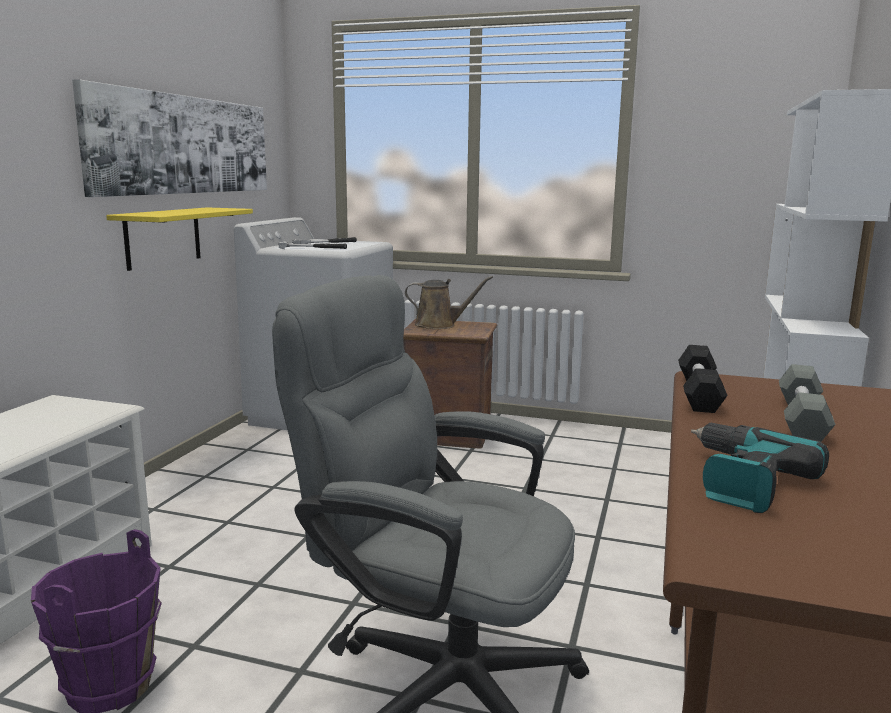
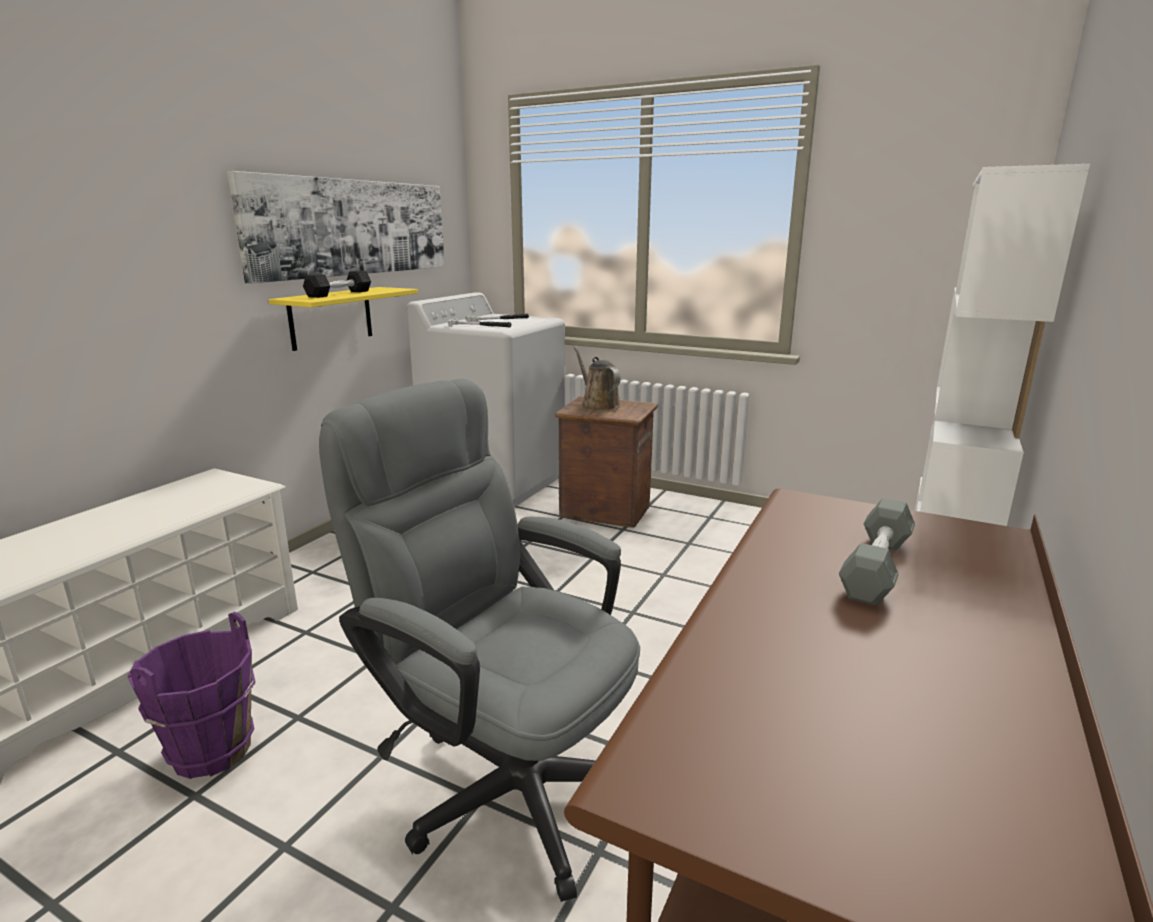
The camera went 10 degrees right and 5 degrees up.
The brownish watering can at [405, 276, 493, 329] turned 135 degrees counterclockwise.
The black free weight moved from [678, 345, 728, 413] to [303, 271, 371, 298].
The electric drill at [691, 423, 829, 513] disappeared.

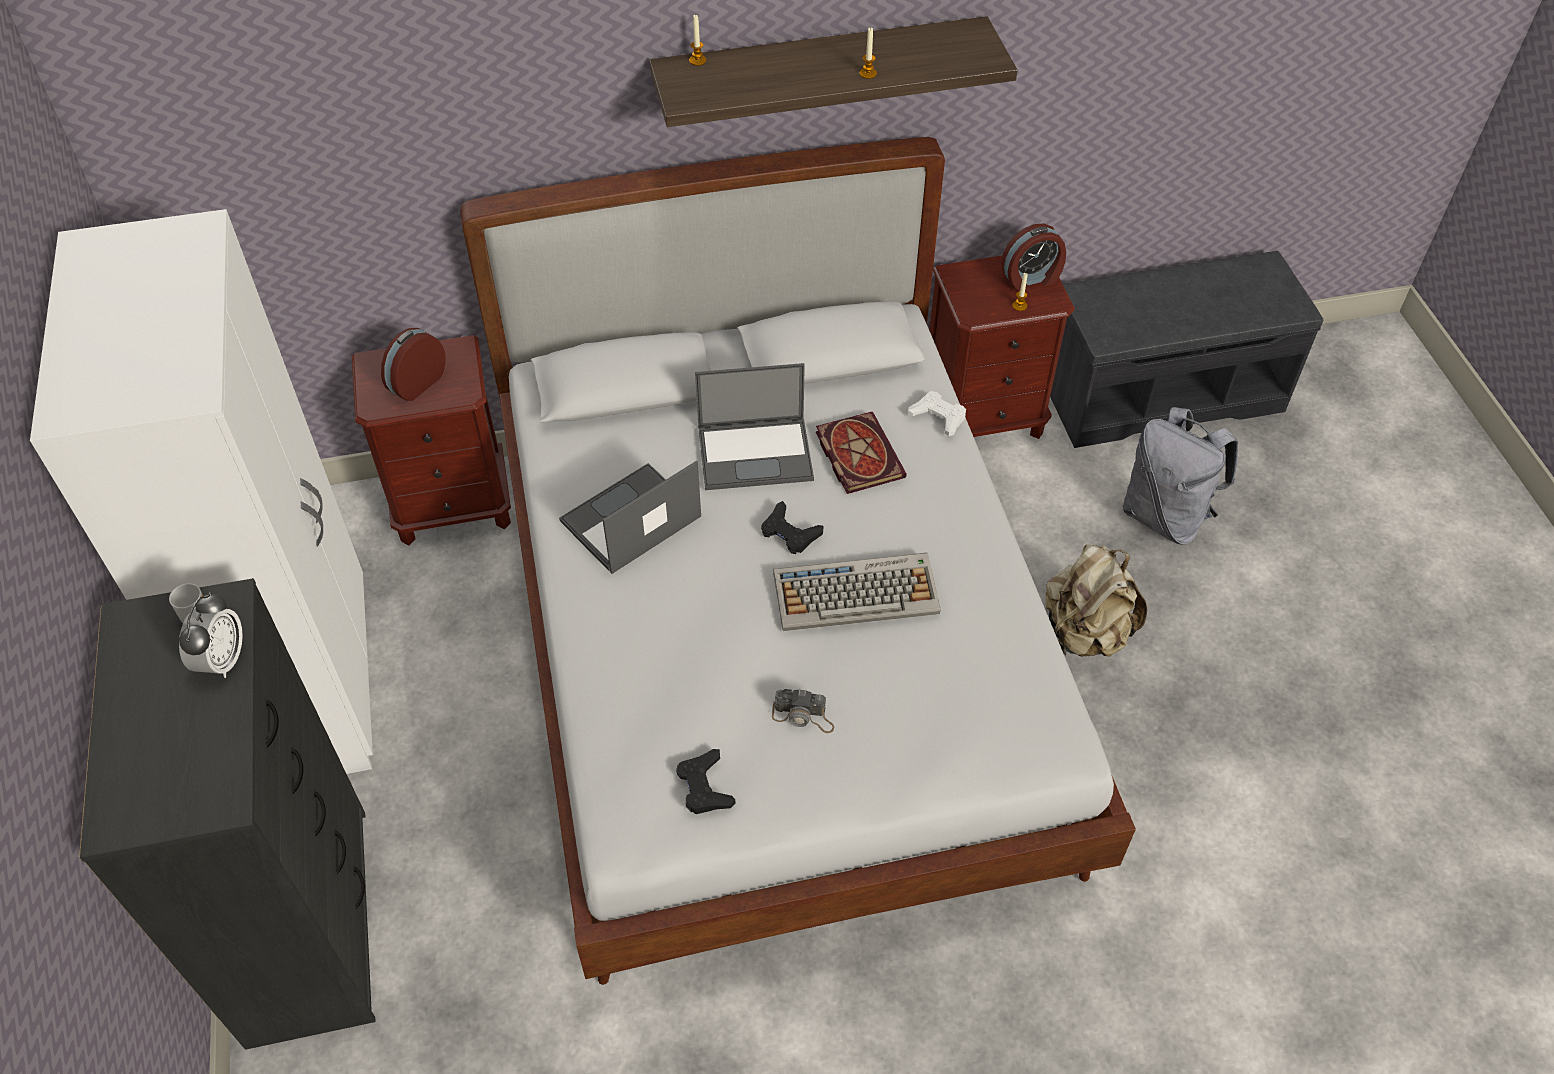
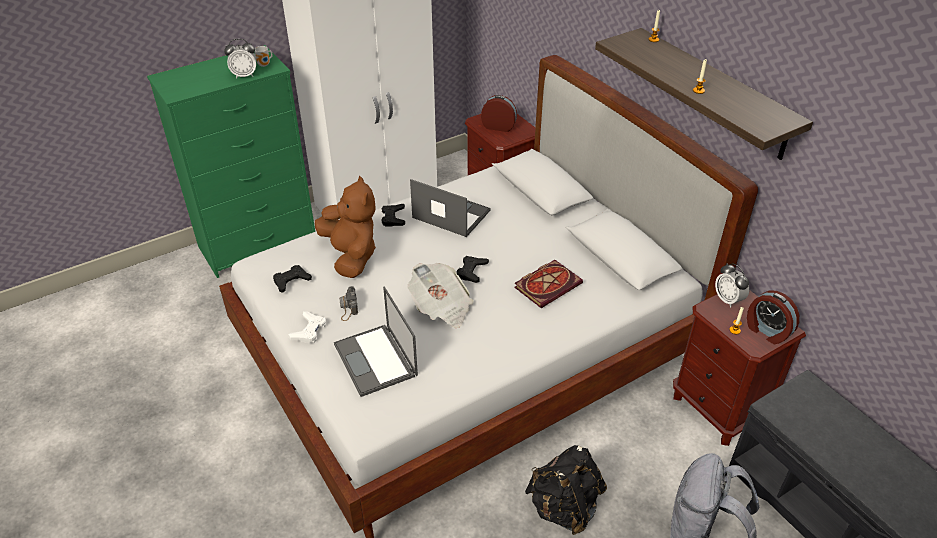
The camera went 70 degrees right and 10 degrees down.
The black chest of drawers at [79, 578, 376, 1050] became the green chest of drawers at [147, 45, 315, 278].
The notebook computer moved from [695, 363, 814, 490] to [334, 287, 418, 397].
The keyboard at [774, 552, 940, 631] was replaced by the printed paper at [408, 263, 474, 328].
The whitish joypad moved from [908, 391, 966, 436] to [288, 311, 326, 343].
The beige rucksack at [1046, 544, 1147, 657] became the black rucksack at [525, 445, 607, 535].
The brownish plush toy at [315, 176, 376, 278] appeared.
The black joypad at [381, 204, 405, 227] appeared.
The bedside clock at [715, 263, 749, 308] appeared.

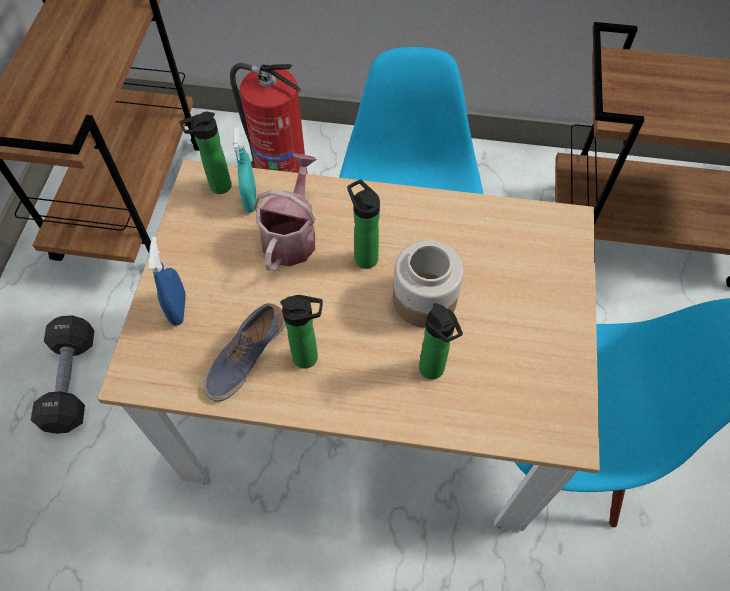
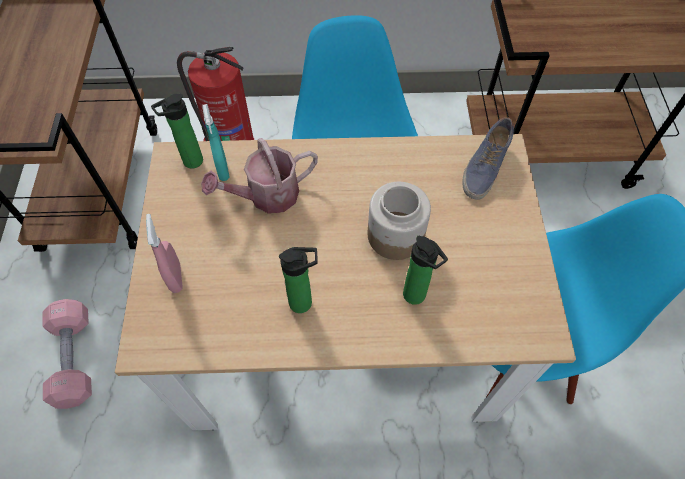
The camera went 10 degrees left and 0 degrees up.
The black free weight at [31, 315, 94, 434] became the pinkish free weight at [43, 299, 92, 409].
The bluish spray bottle at [148, 236, 186, 326] became the pinkish spray bottle at [146, 214, 183, 293].
The shoe moved from [204, 303, 285, 402] to [462, 117, 514, 200].
The watering can at [253, 154, 317, 271] turned 120 degrees counterclockwise.
The bottle at [347, 179, 380, 269] disappeared.

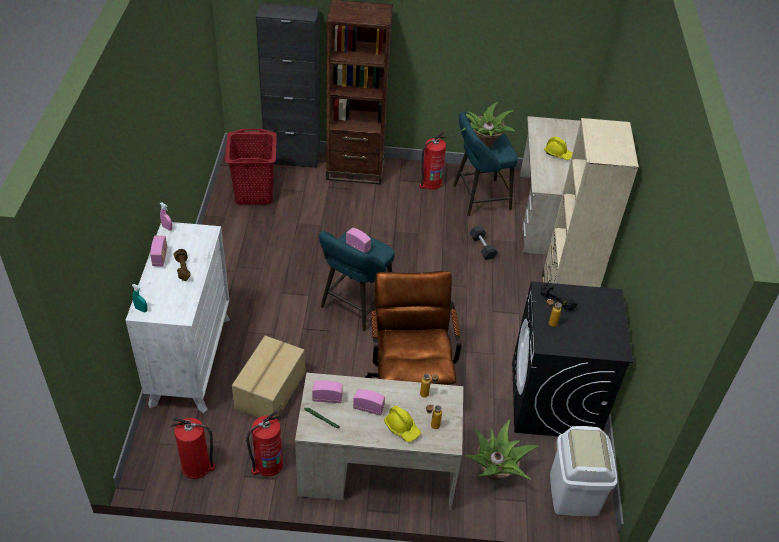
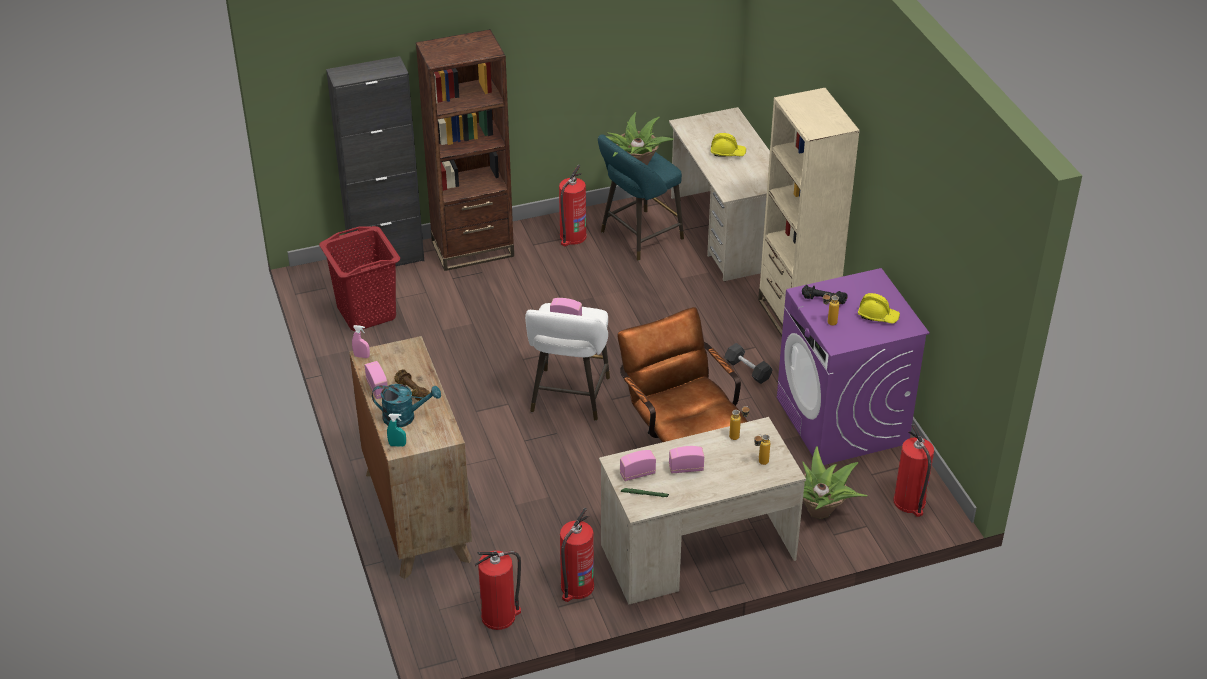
The camera went 20 degrees left and 5 degrees down.
The whitish chest of drawers at [125, 222, 230, 413] became the brownish chest of drawers at [349, 336, 472, 579].
The cardboard box at [232, 335, 305, 418] disappeared.
The turquoise stool at [319, 230, 395, 331] became the whitish stool at [525, 303, 610, 421].
The yellow-coloured safety helmet moved from [384, 405, 421, 442] to [858, 293, 900, 324].
The black free weight moved from [469, 225, 498, 260] to [725, 343, 773, 384].
The black laundry machine at [512, 281, 633, 436] became the purplish laundry machine at [777, 268, 930, 465].
The whitish rubbish bin at [550, 426, 617, 516] was replaced by the fire-fighting cylinder at [894, 423, 934, 517].
The turquoise watering can at [372, 384, 441, 428] appeared.

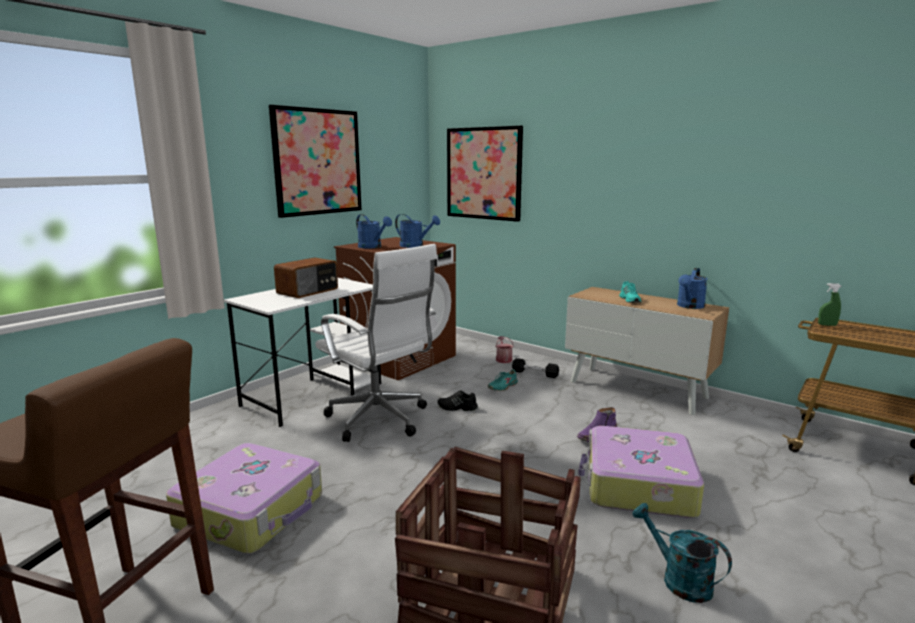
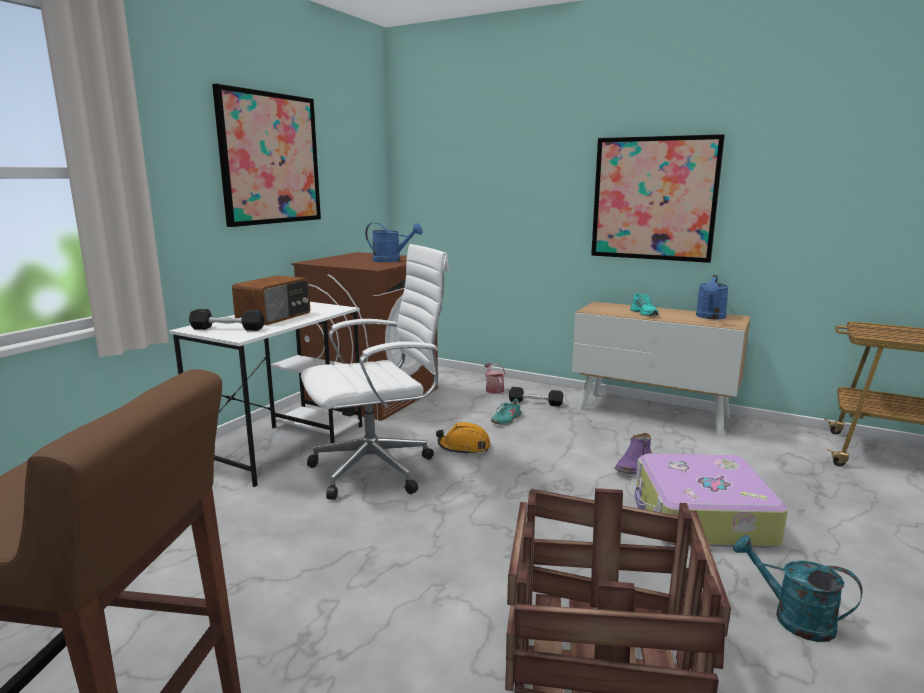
The camera went 10 degrees left and 0 degrees up.
The travel case at [166, 443, 322, 554] disappeared.
The whitish desk chair at [315, 244, 437, 442] turned 60 degrees counterclockwise.
The bluish watering can at [356, 214, 392, 249] disappeared.
The black shoe at [437, 391, 478, 411] was replaced by the orangey safety helmet at [436, 422, 491, 455].
The picture moved from [447, 126, 523, 222] to [591, 134, 725, 263].
The green spray bottle at [818, 283, 841, 326] disappeared.
The black free weight at [189, 309, 264, 331] appeared.

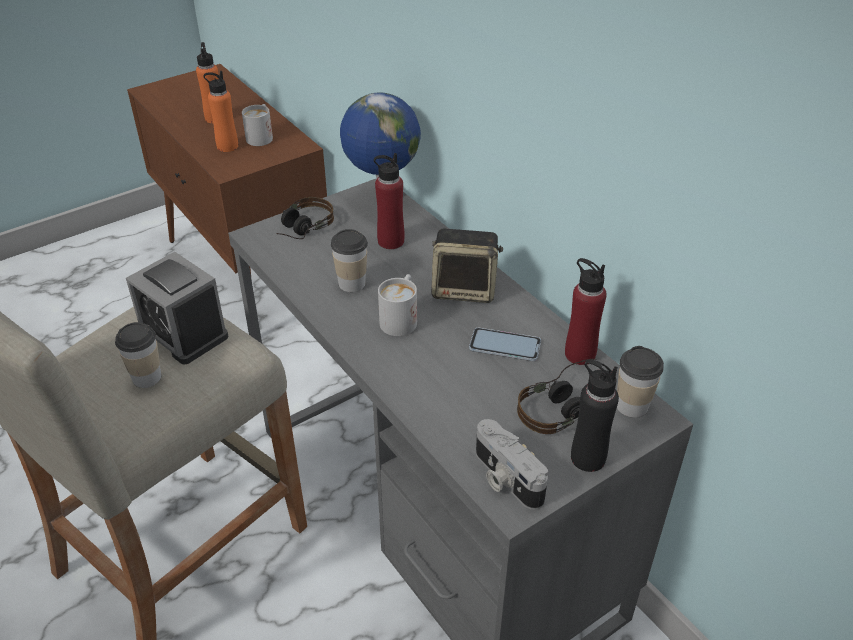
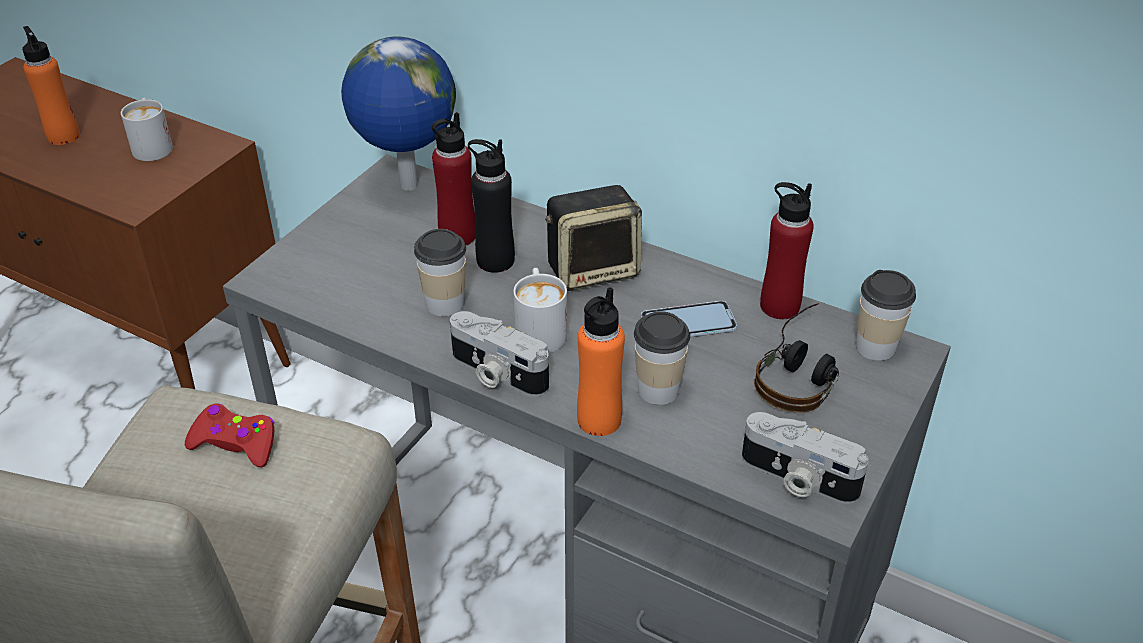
The camera went 25 degrees left and 0 degrees up.
The cup moved from [115, 322, 161, 388] to [634, 311, 690, 405].
The bedside clock at [126, 252, 229, 364] was replaced by the reddish joypad at [185, 403, 275, 468].
The orangey bottle moved from [203, 71, 238, 152] to [577, 287, 625, 436].
The headphones at [276, 197, 334, 239] disappeared.
The black bottle moved from [571, 360, 619, 472] to [468, 139, 515, 273].
The photo camera at [450, 311, 549, 397] appeared.

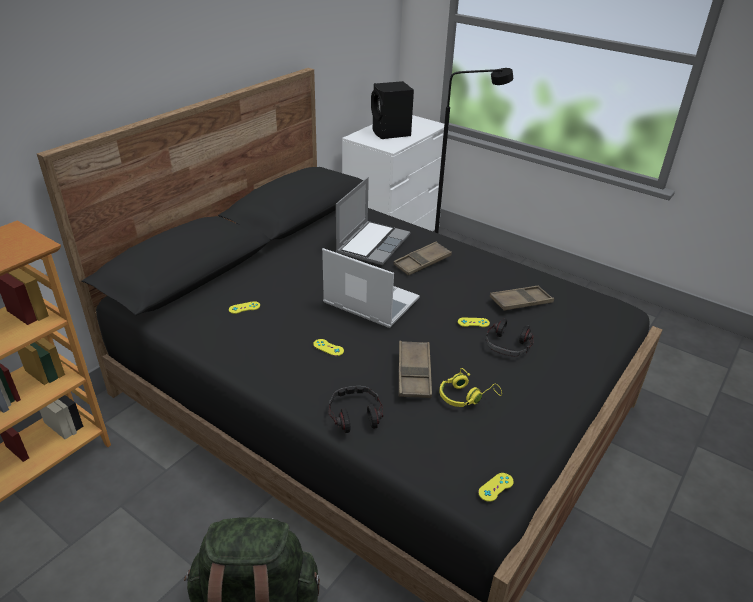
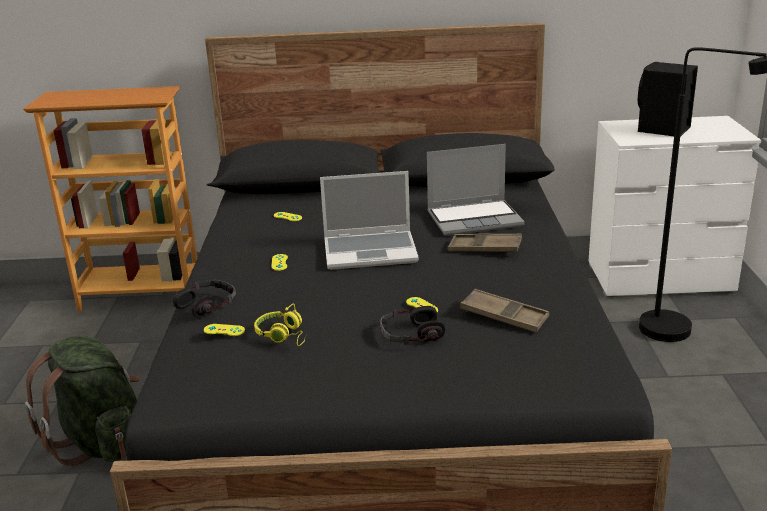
The camera went 55 degrees right and 10 degrees down.
The notebook computer at [322, 248, 420, 328] turned 90 degrees clockwise.
The brownish carrying tray at [399, 341, 432, 398] disappeared.
The yellow-coloured joypad moved from [478, 473, 514, 502] to [204, 324, 245, 336].

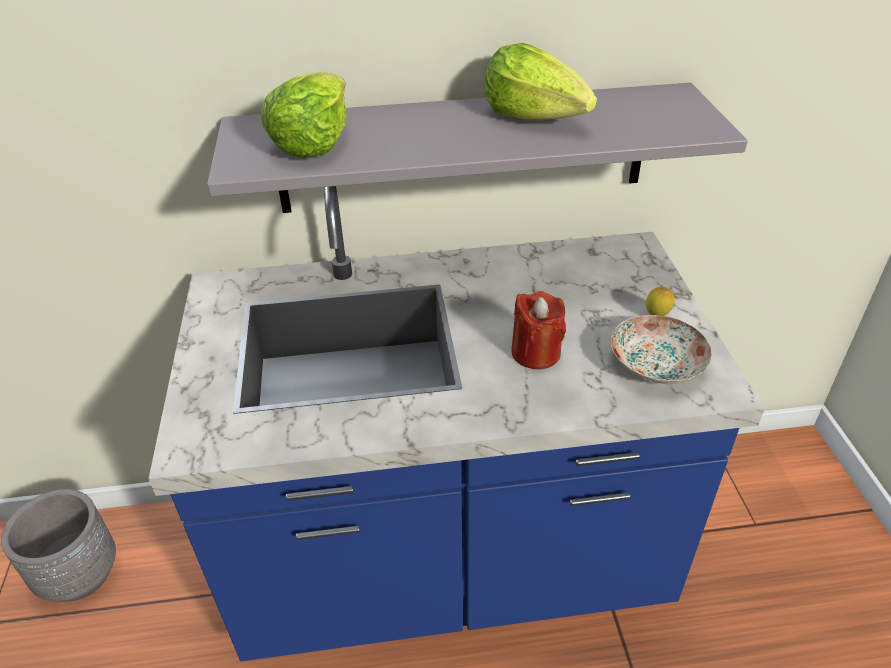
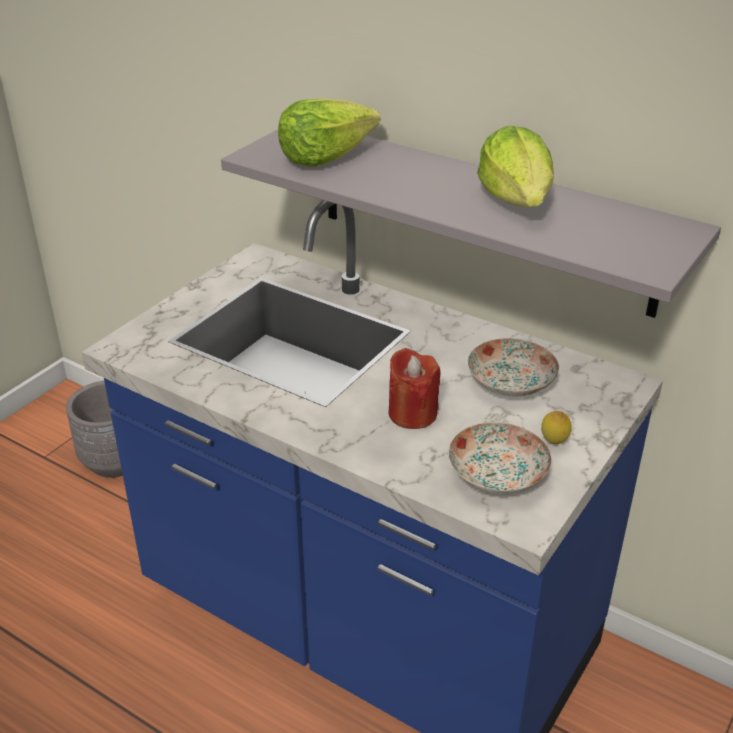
The camera went 40 degrees right and 5 degrees down.
The flat dish at [467, 338, 559, 397] appeared.

